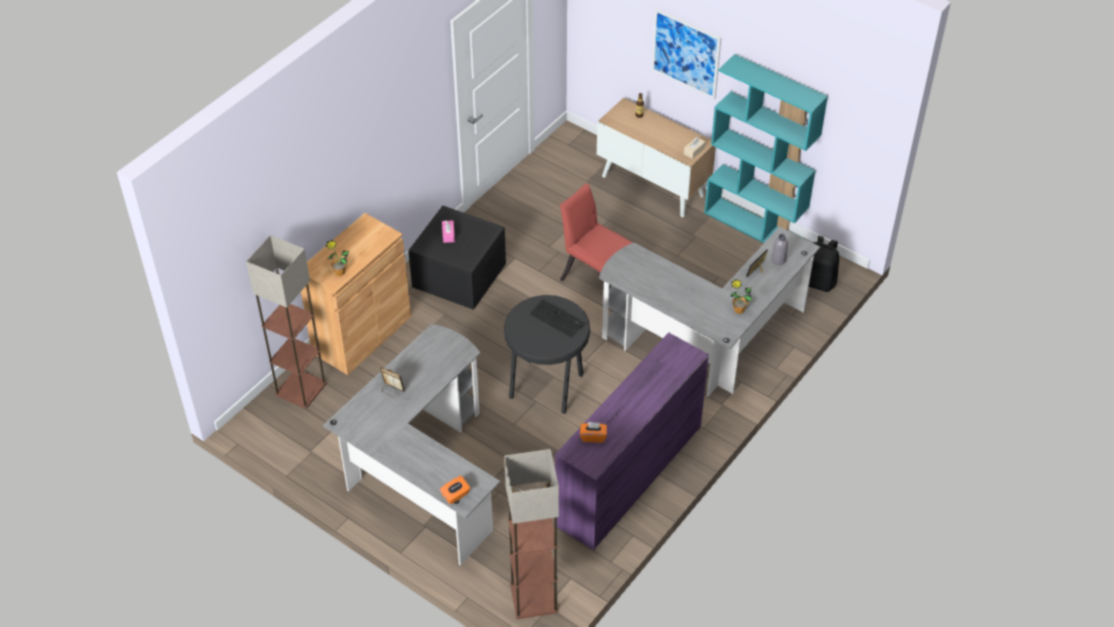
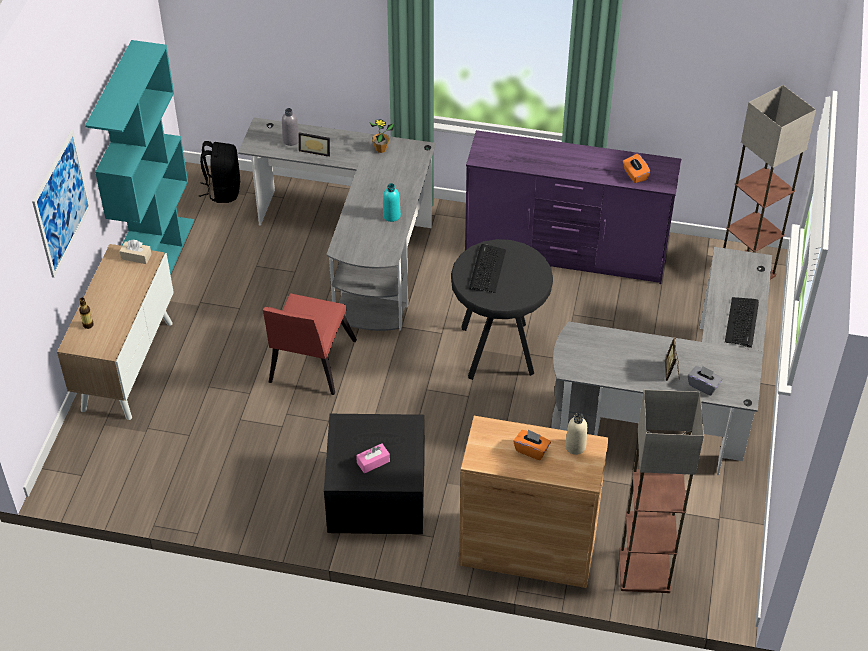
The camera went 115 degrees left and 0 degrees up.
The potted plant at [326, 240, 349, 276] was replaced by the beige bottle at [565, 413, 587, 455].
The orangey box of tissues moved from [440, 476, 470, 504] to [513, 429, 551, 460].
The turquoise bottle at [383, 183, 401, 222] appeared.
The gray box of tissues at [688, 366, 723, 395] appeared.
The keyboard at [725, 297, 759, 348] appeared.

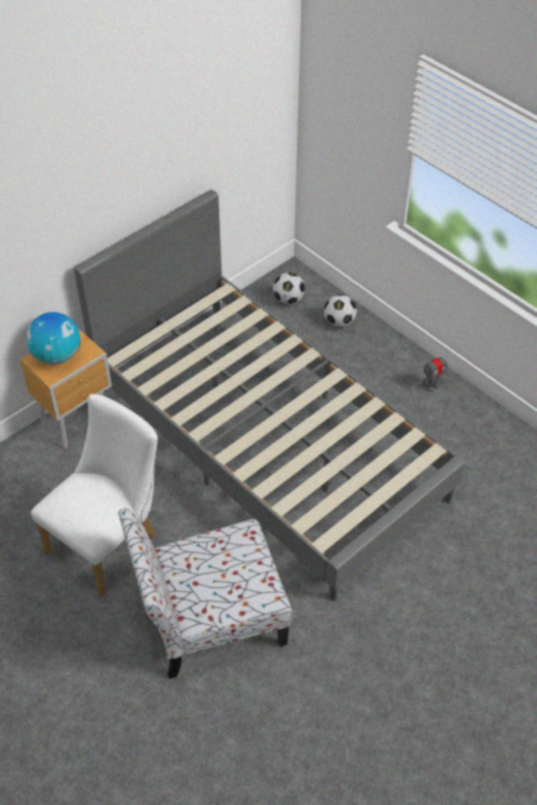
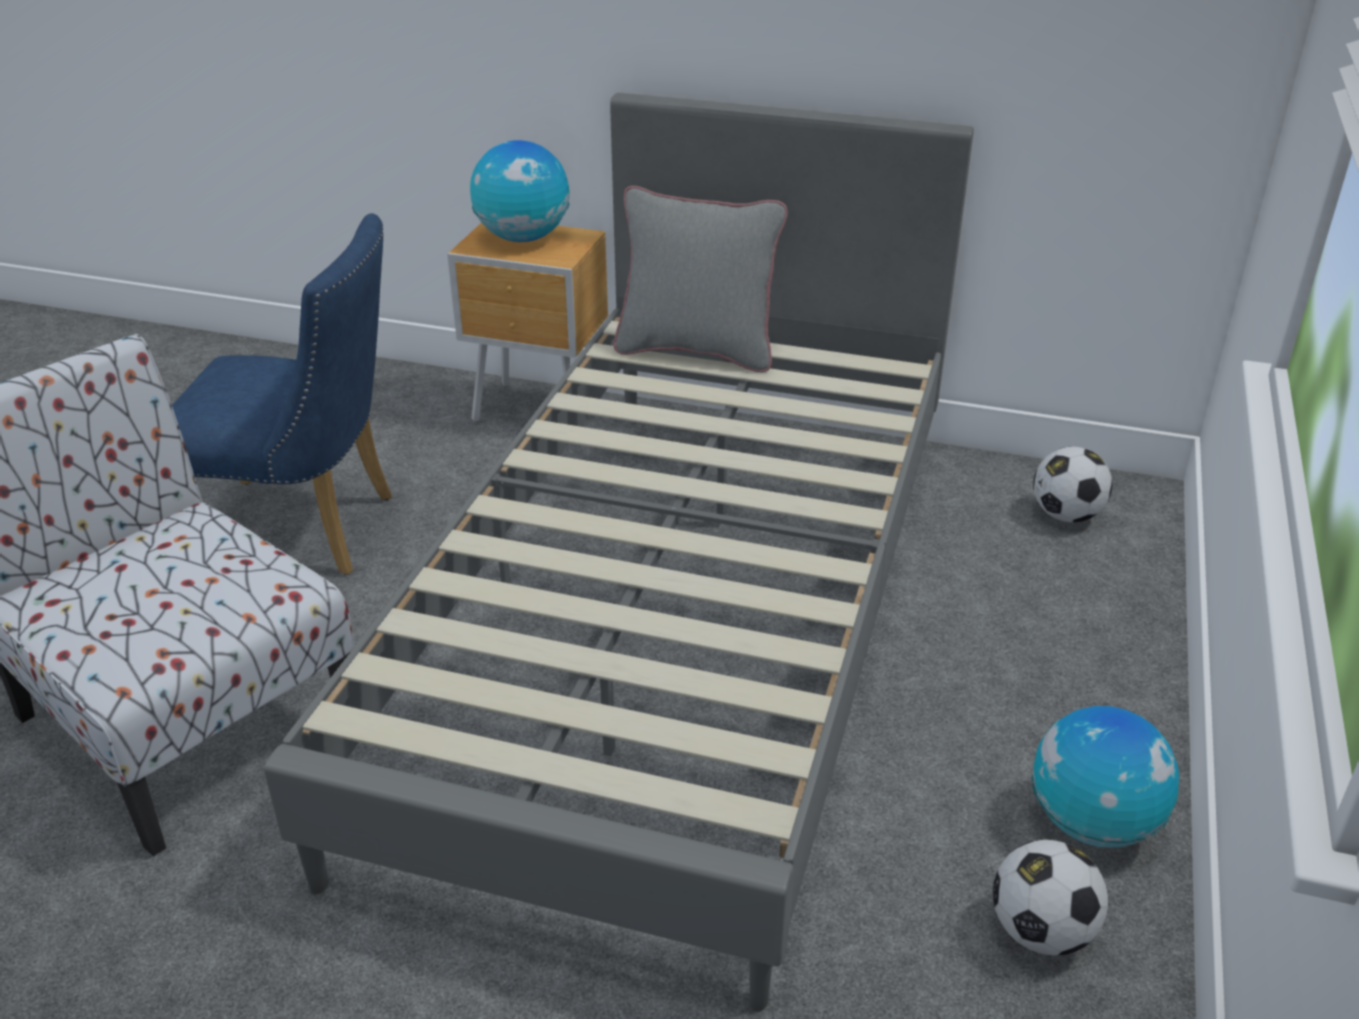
The camera went 60 degrees right and 15 degrees down.
The whitish plain chair at [31, 394, 158, 596] became the bluish plain chair at [172, 213, 392, 575].
The football moved from [324, 294, 357, 327] to [993, 839, 1108, 956].
The model robot at [419, 355, 448, 392] was replaced by the desk globe at [1032, 706, 1179, 848].
The gray cushion at [614, 186, 788, 372] appeared.

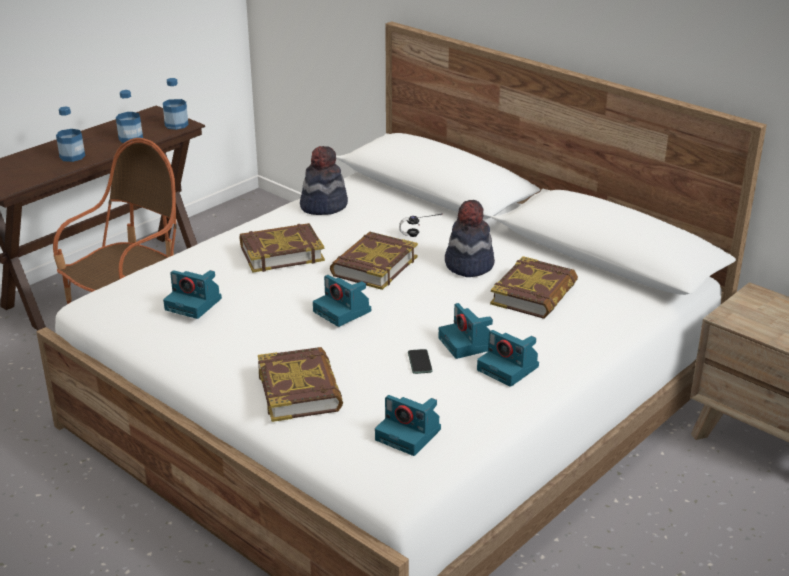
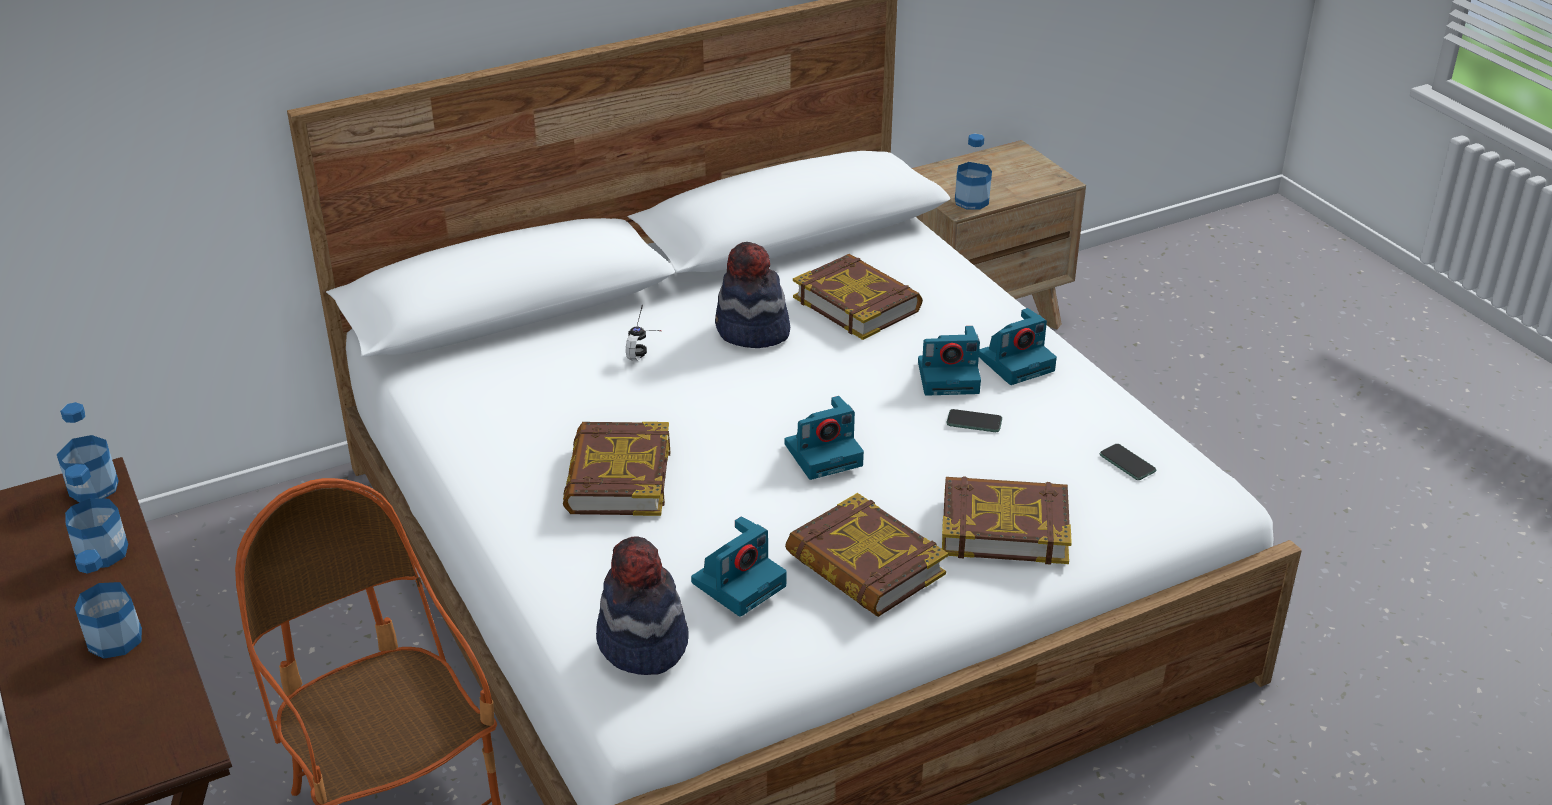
The camera went 70 degrees left and 5 degrees up.
The hat moved from [300, 146, 348, 215] to [596, 536, 689, 675].
The bound book moved from [330, 232, 418, 290] to [785, 493, 948, 617].
The photo camera at [375, 395, 441, 456] was replaced by the handset at [1100, 444, 1156, 480].
The bottle at [955, 133, 992, 209] appeared.

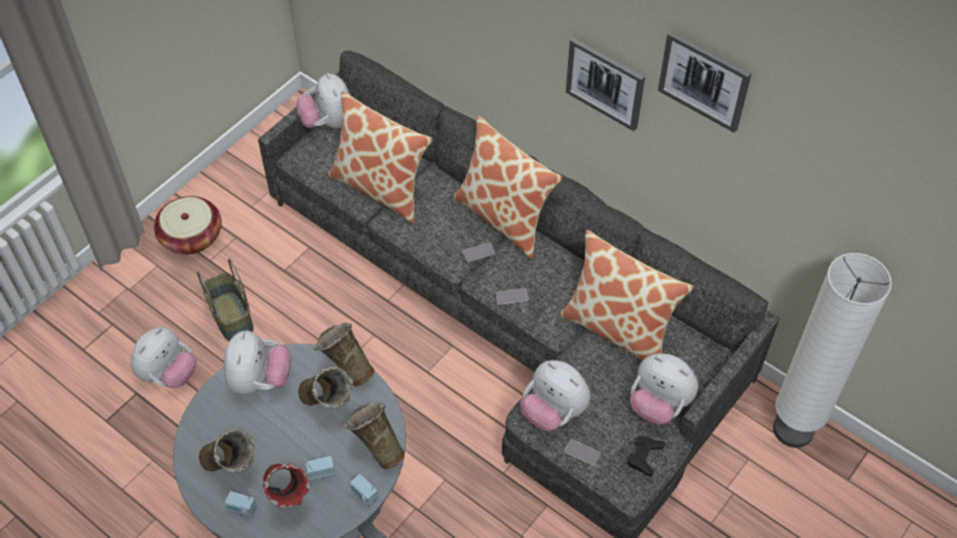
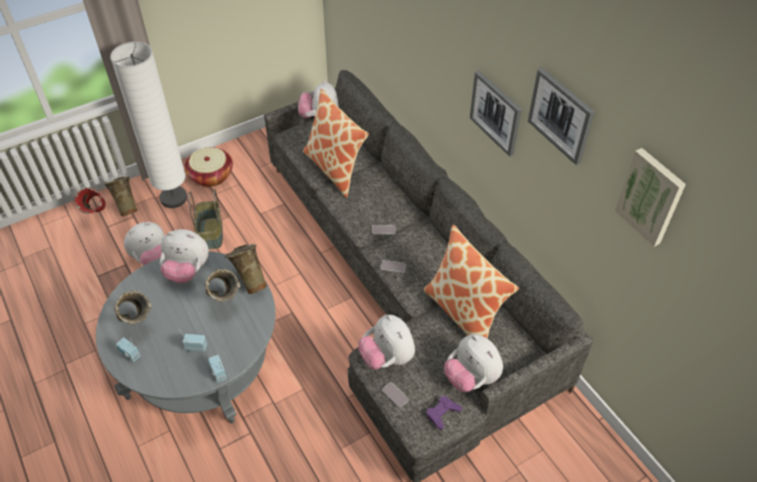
The camera went 20 degrees right and 5 degrees down.
The plush toy at [224, 331, 291, 395] turned 75 degrees clockwise.
The reddish vase moved from [263, 463, 311, 509] to [74, 187, 106, 214].
The beige vase moved from [344, 402, 405, 469] to [104, 176, 138, 217].
The cushion at [453, 116, 562, 259] disappeared.
The black joypad at [627, 436, 666, 476] became the purplish joypad at [427, 396, 462, 430].
The whitish standing lamp moved from [773, 253, 892, 448] to [110, 42, 187, 208].
The picture at [615, 148, 686, 247] appeared.

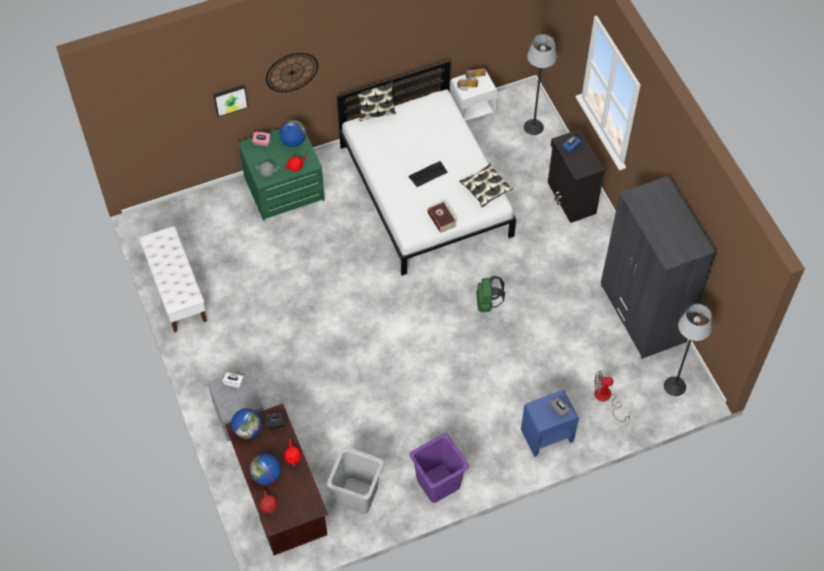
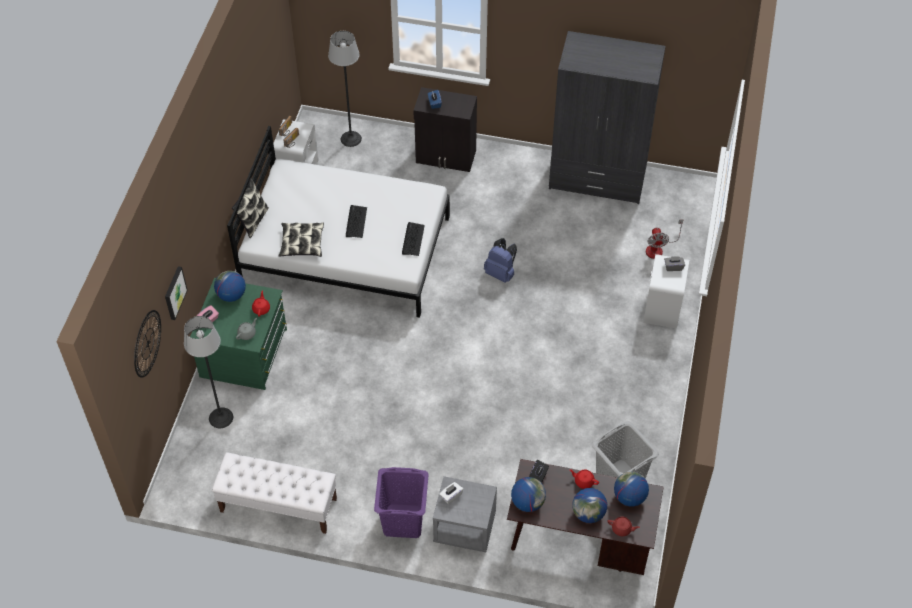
The camera went 55 degrees left and 5 degrees down.
The clock on the wall moved from [266, 53, 318, 92] to [134, 310, 161, 378].
The purplish hamper moved from [409, 433, 469, 503] to [374, 467, 429, 538].
The bound book at [427, 201, 457, 233] was replaced by the keyboard at [402, 222, 425, 256].
The cushion moved from [459, 163, 513, 207] to [279, 222, 324, 257].
The green rucksack at [476, 276, 505, 312] became the bluish rucksack at [484, 238, 517, 283].
The bluish bedside table at [521, 390, 579, 457] became the whitish bedside table at [643, 254, 689, 329].
The cooling fan at [594, 370, 630, 422] turned 45 degrees counterclockwise.
The standing lamp moved from [664, 304, 712, 396] to [184, 316, 233, 428].
The desk globe at [614, 472, 649, 507] appeared.

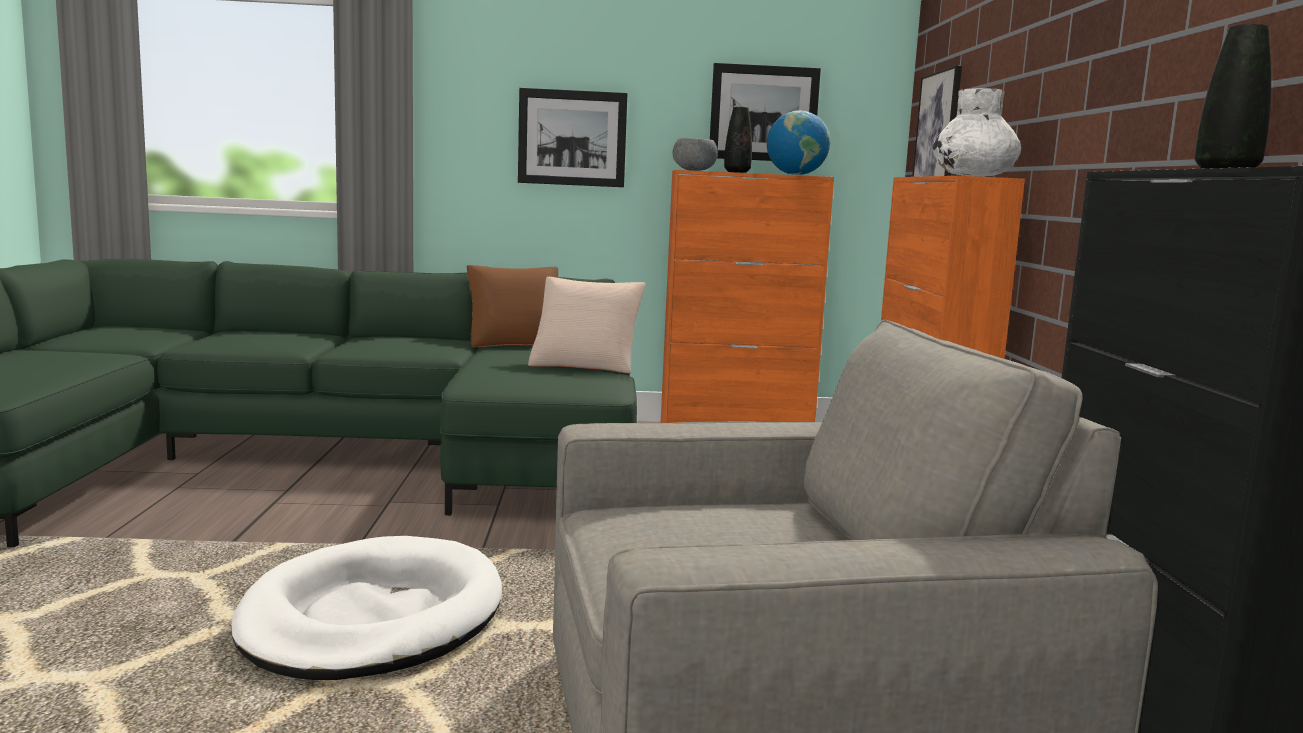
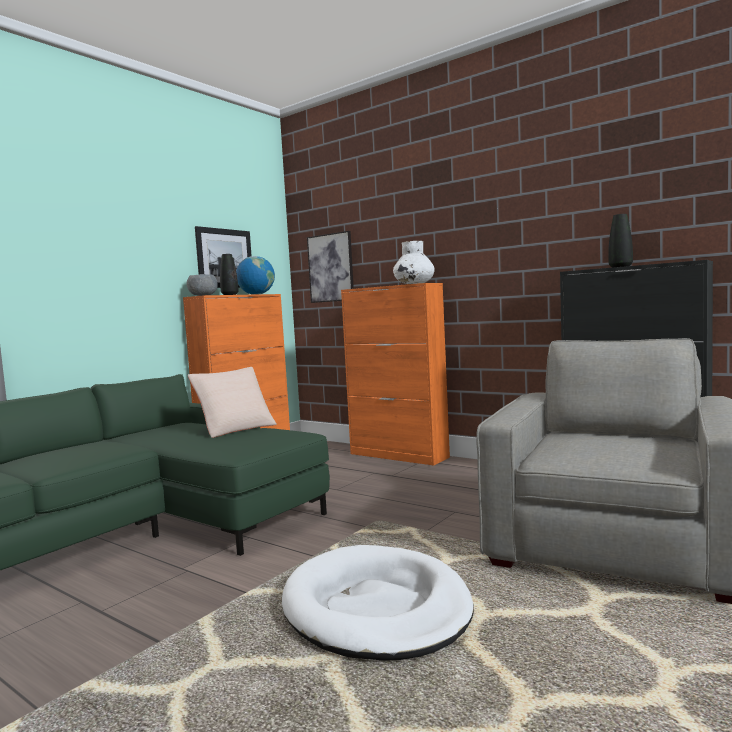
The camera went 50 degrees left and 5 degrees down.
The brownish cushion at [467, 265, 558, 347] disappeared.
The picture at [518, 88, 627, 187] disappeared.

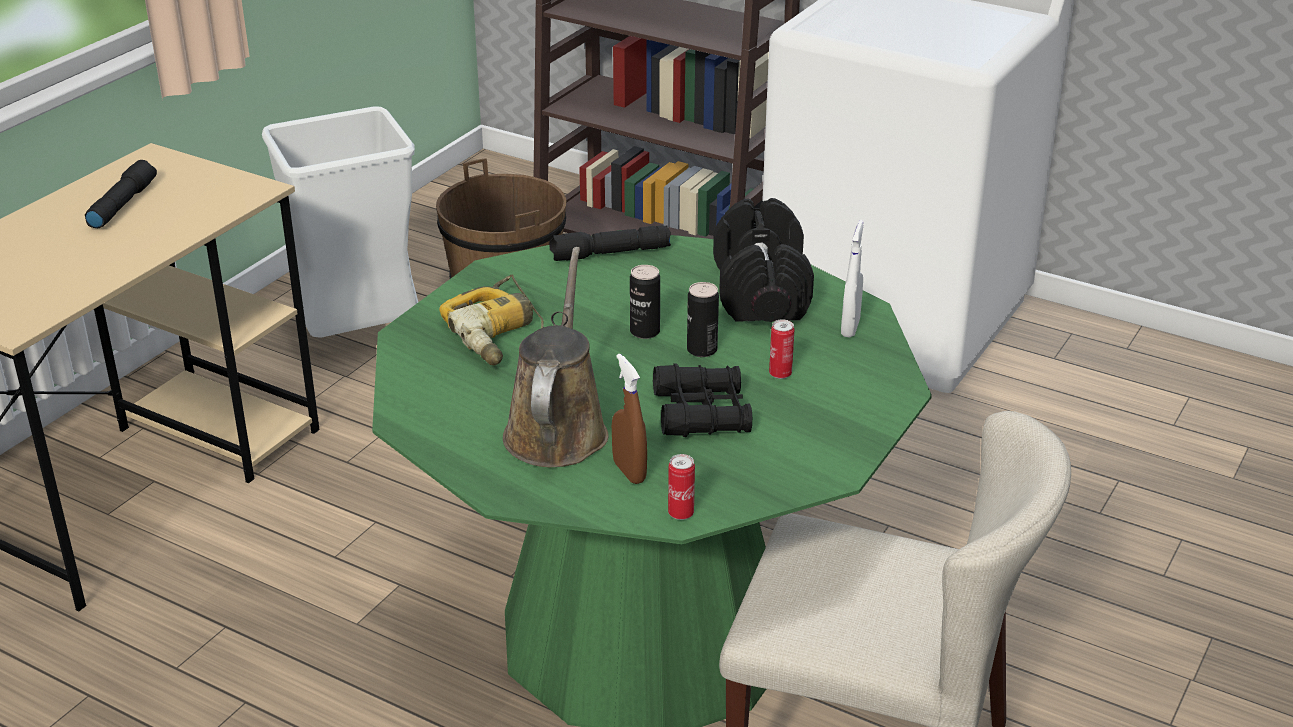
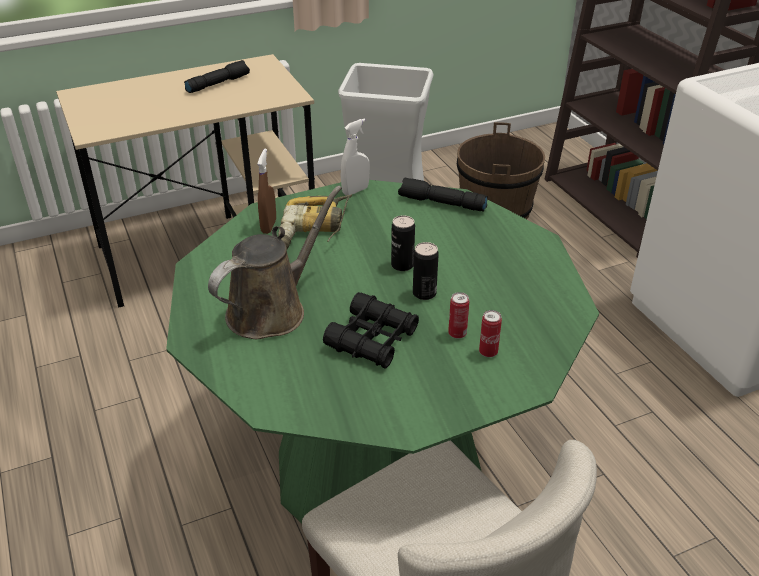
The camera went 35 degrees right and 5 degrees up.
The brownish spray bottle moved from [612, 354, 647, 484] to [257, 149, 276, 234].
The sealed can moved from [668, 454, 695, 520] to [479, 310, 502, 357].
The black free weight at [713, 198, 814, 322] disappeared.
The whitish spray bottle moved from [841, 220, 864, 337] to [341, 119, 370, 196].

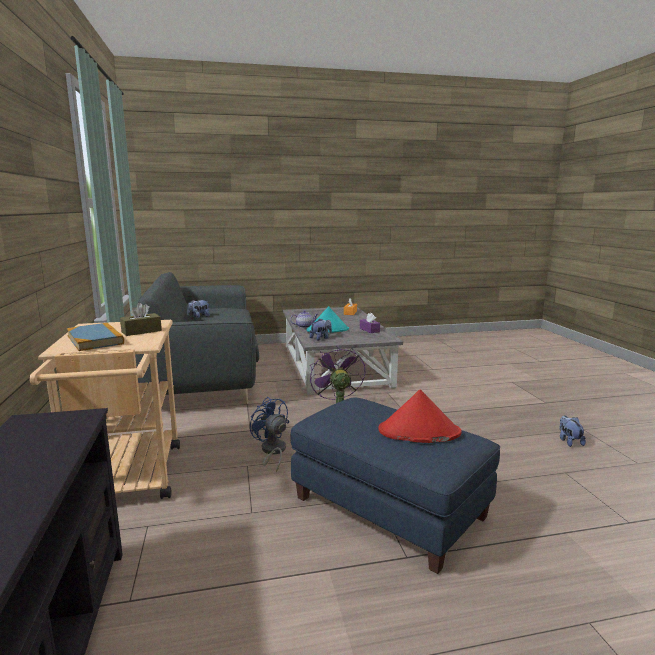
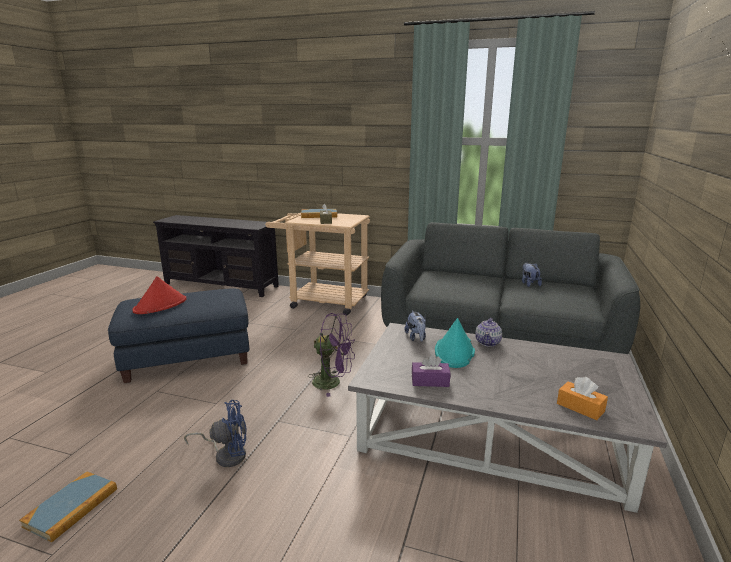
The camera went 120 degrees right and 5 degrees up.
The bluish cooling fan moved from [250, 397, 289, 473] to [184, 400, 247, 467].
The plush toy at [559, 415, 586, 447] was replaced by the bound book at [19, 471, 117, 542].

